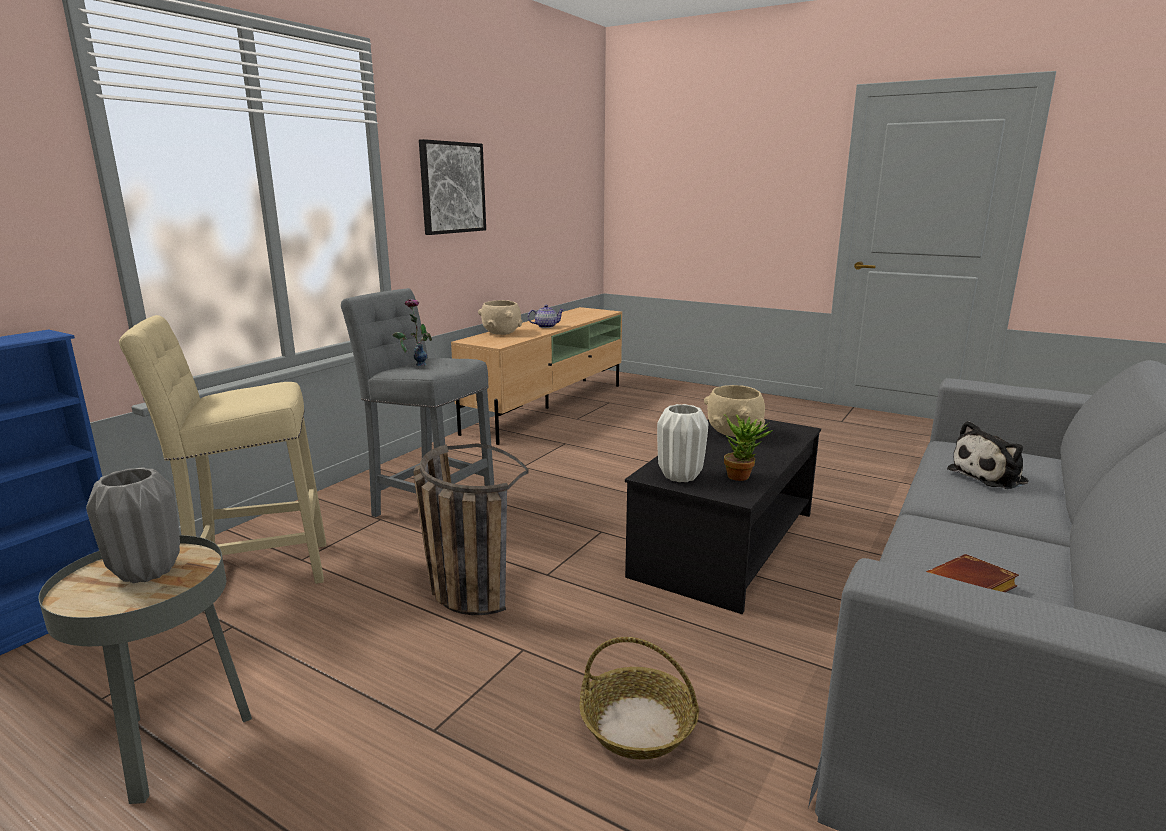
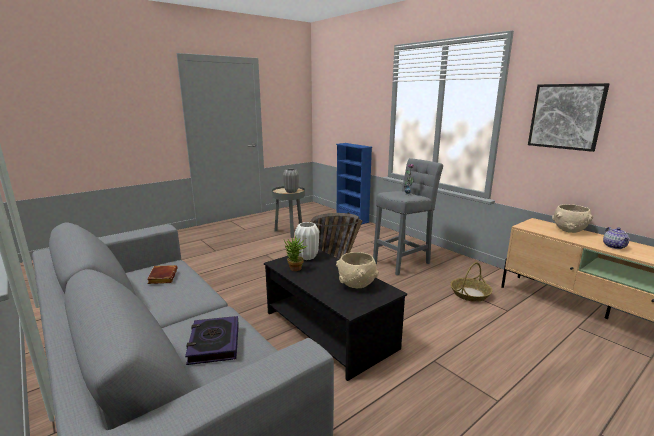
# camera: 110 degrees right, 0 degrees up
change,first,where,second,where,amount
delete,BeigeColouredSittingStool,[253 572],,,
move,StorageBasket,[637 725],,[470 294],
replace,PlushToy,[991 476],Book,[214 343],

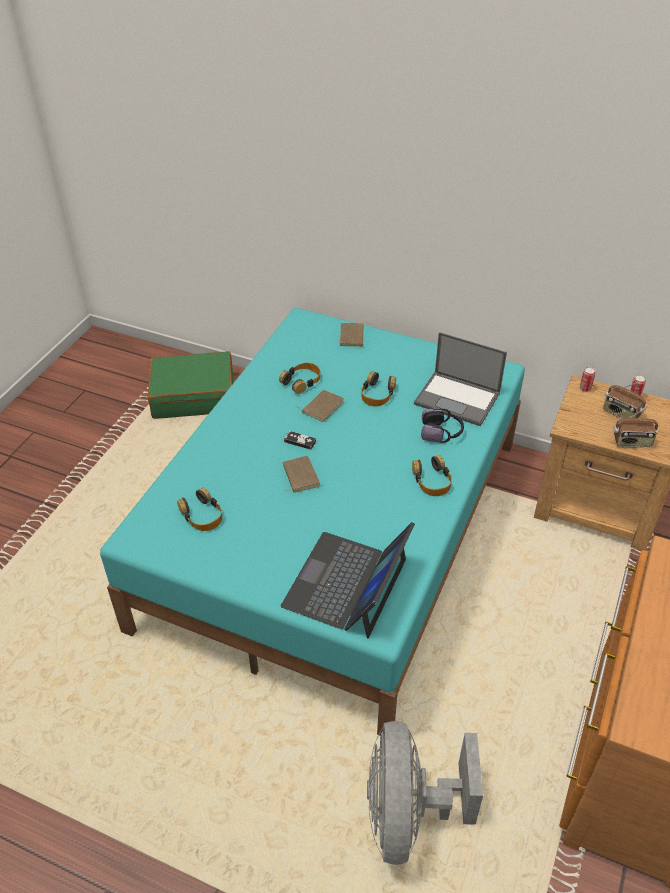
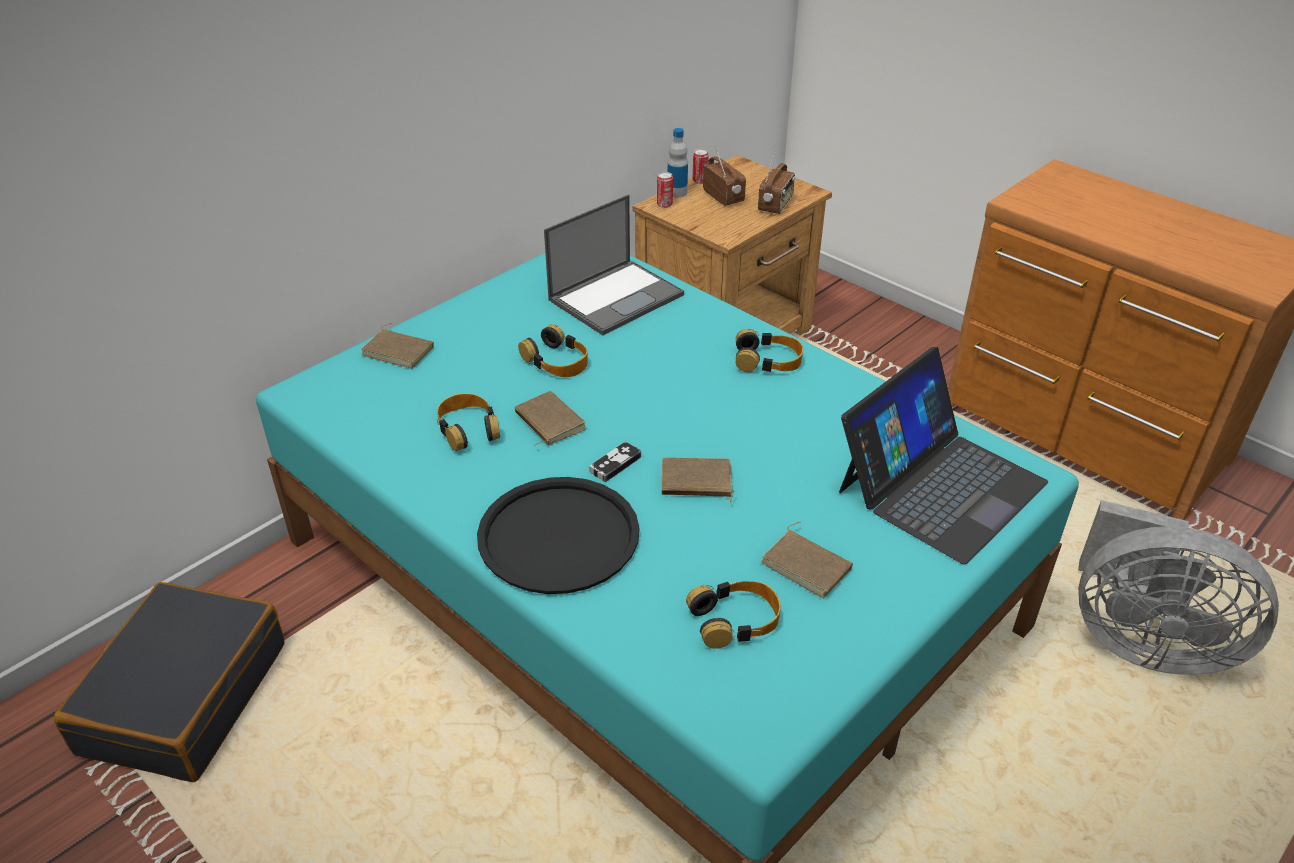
# camera: 70 degrees left, 5 degrees down
change,first,where,second,where,amount
delete,Headset,[441 433],,,
insert,,,BlackServingTray,[559 536],
insert,,,DrinkBottle,[677 193],
insert,,,BrownColouredBook,[808 565],
recolor,GreenColouredSuitcase,[193 395],BlackSuitcase,[184 697],
rotate,Laptop,[347 584],,[939 485],90 degrees counterclockwise
rotate,RadioSet,[621 414],,[724 197],90 degrees counterclockwise

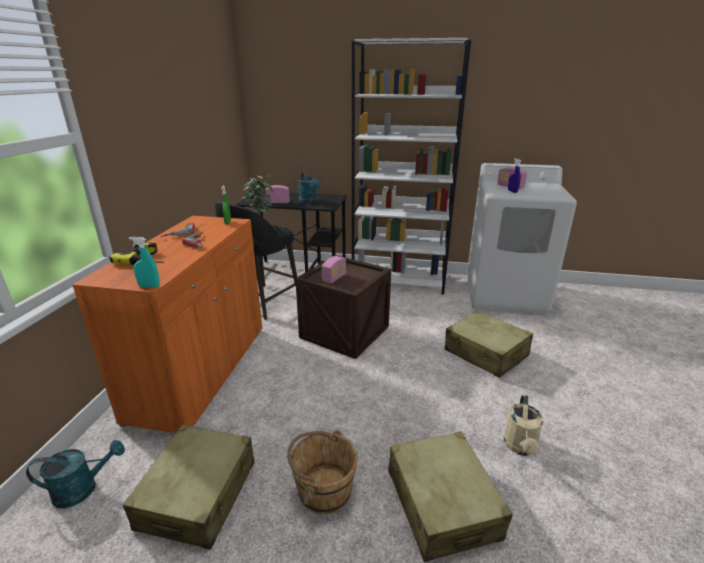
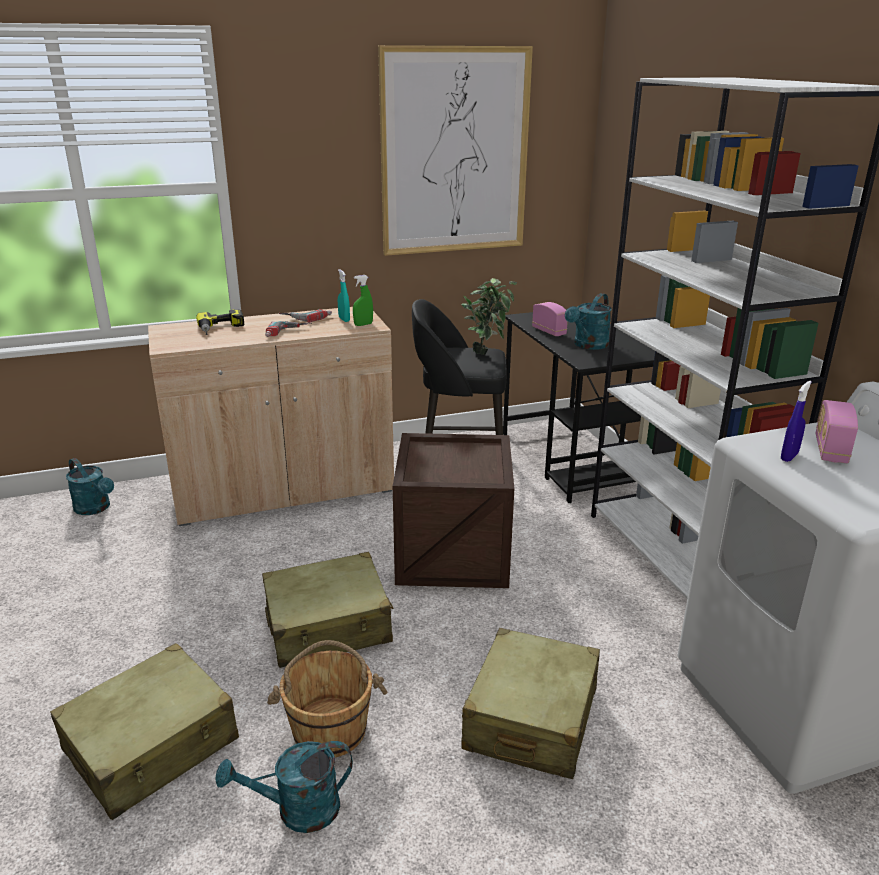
# camera: 60 degrees right, 0 degrees up
change,first,where,second,where,amount
delete,RadioSet,[334 278],,,
insert,,,WallPicture,[455 152],
move,BeigeColouredSuitcase,[199 495],,[328 626],
move,BlueGreenHandSprayer,[149 286],,[344 319],
move,BrownColouredPail,[324 489],,[330 728],
recolor,OrangeColouredCupboard,[202 371],BeigeColouredCupboard,[284 490],
recolor,BeigeColouredWateringPot,[520 447],BlueGreenWateringPot,[297 811],

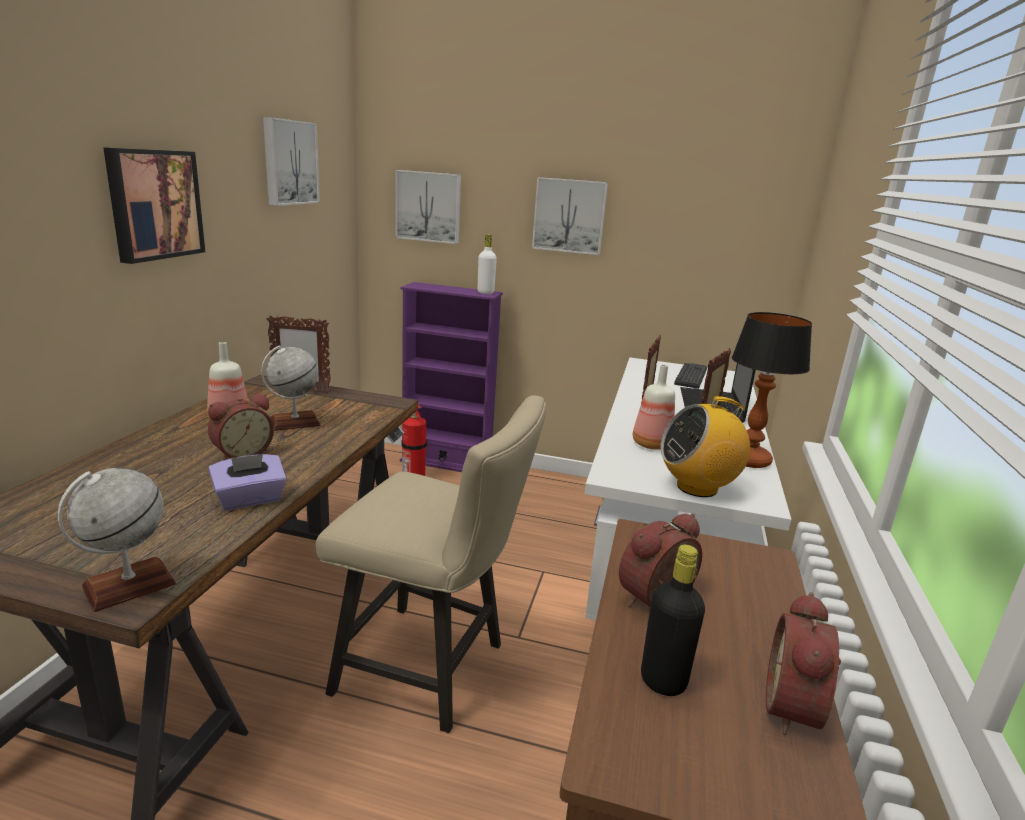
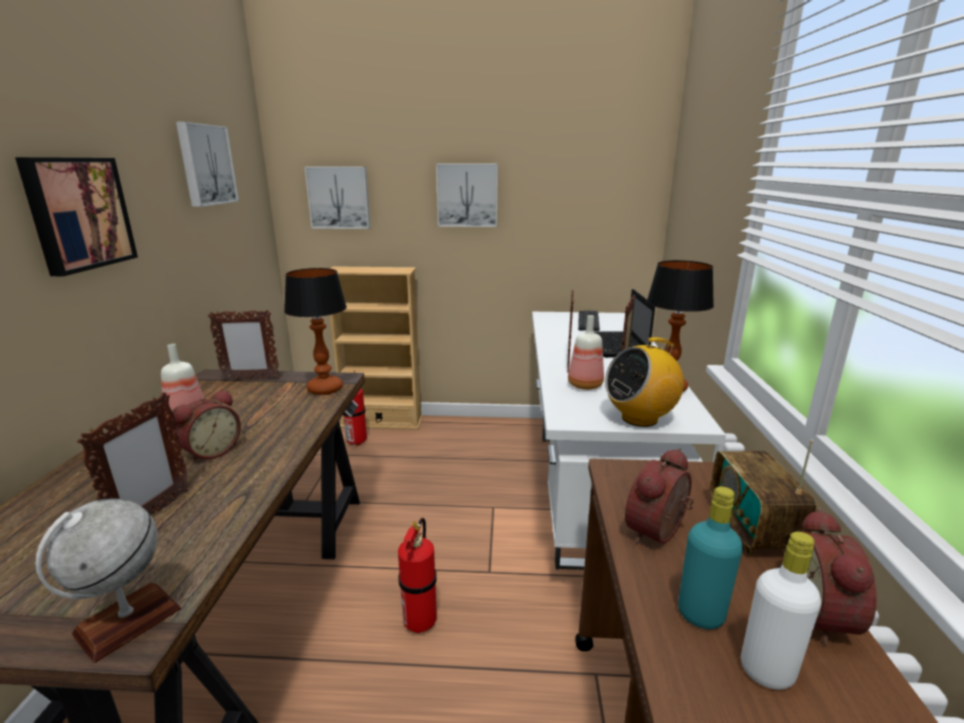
# camera: 10 degrees left, 0 degrees up
change,first,where,second,where,amount
delete,PurpleColouredTissueBox,[250 499],,,
delete,DeskGlobe,[295 422],,,
insert,,,PictureFrame,[153 514],
insert,,,LampForATable,[324 389],
insert,,,RadioSet,[752 529],
move,WhiteDrinkBottle,[485 292],,[767 671],
replace,BeigeColouredPlainChair,[432 670],FireFightingCylinder,[421 620],
recolor,PurpleColouredBookshelf,[446 462],BeigeColouredBookshelf,[382 422],
recolor,BlackDrinkBottle,[663 681],BlueGreenDrinkBottle,[700 614],

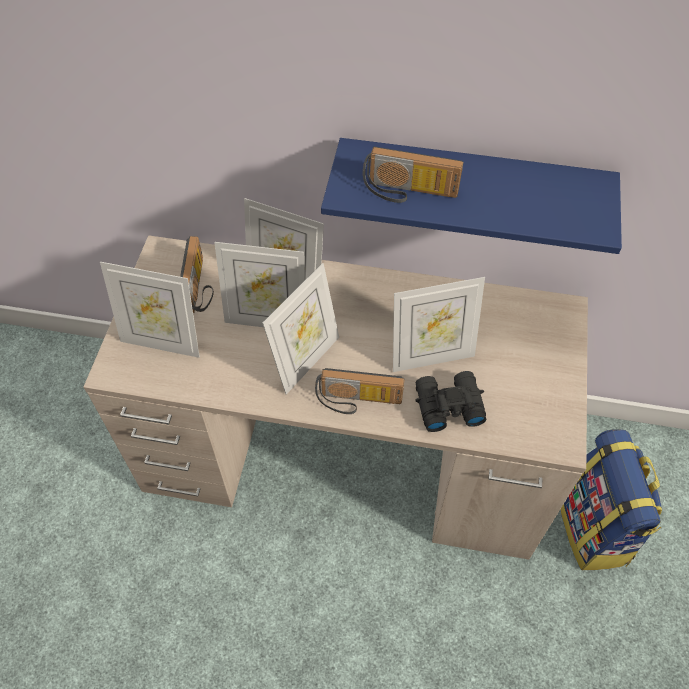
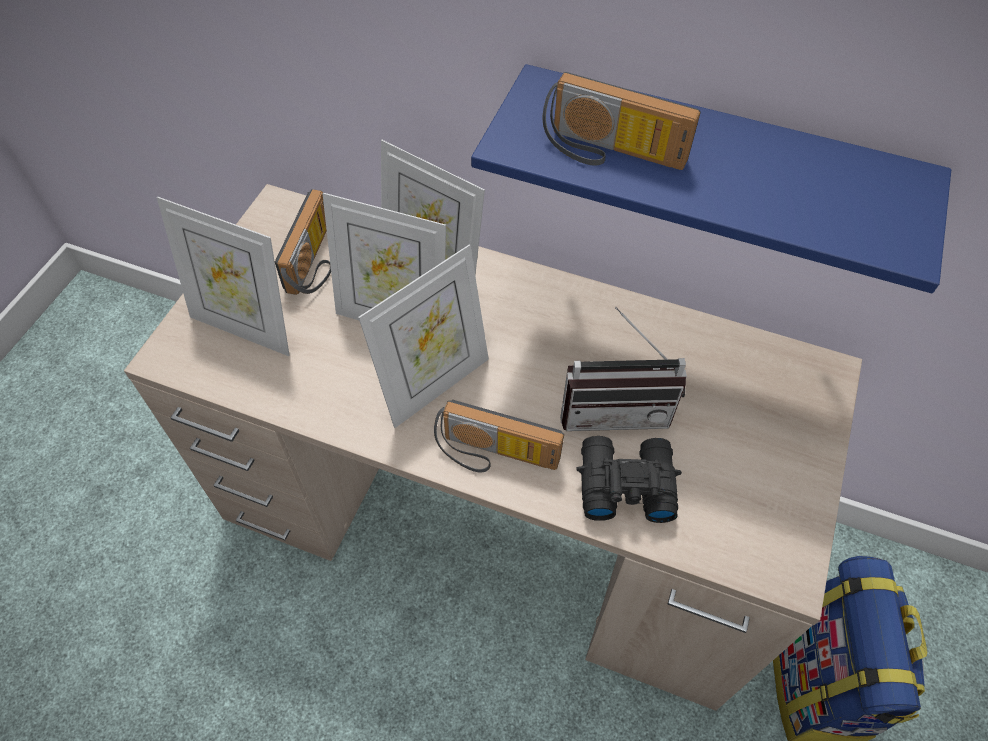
# camera: 10 degrees right, 0 degrees up
change,first,where,second,where,amount
replace,PictureFrame,[431 356],RadioSet,[614 408],

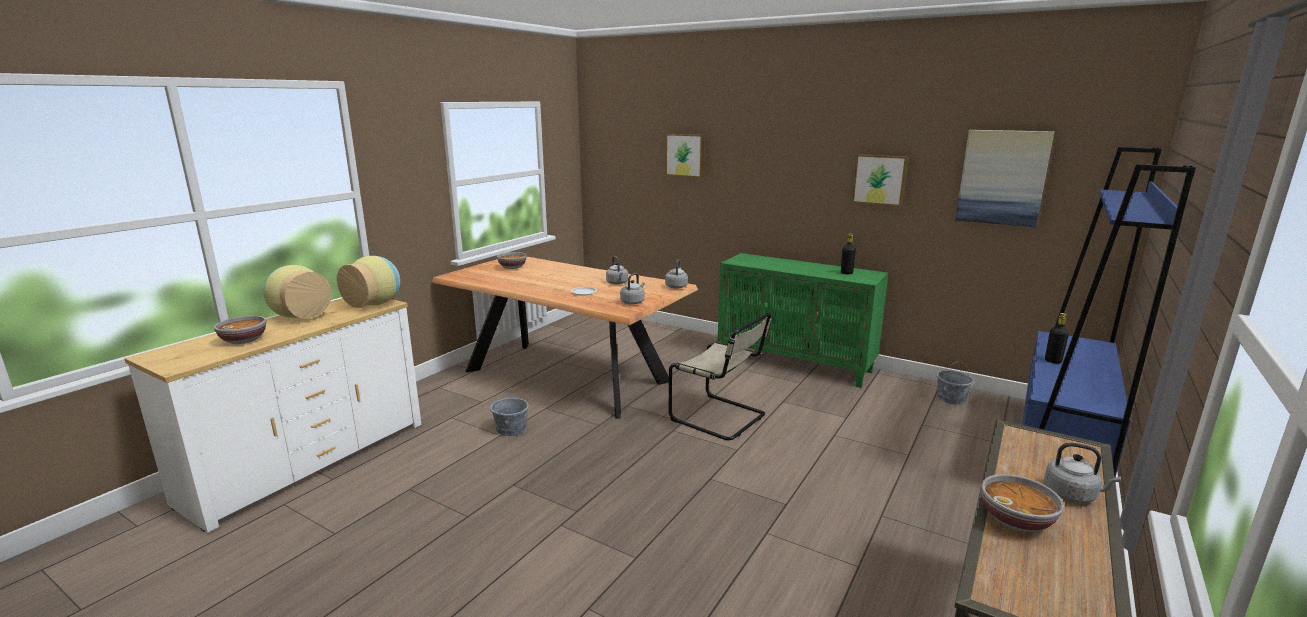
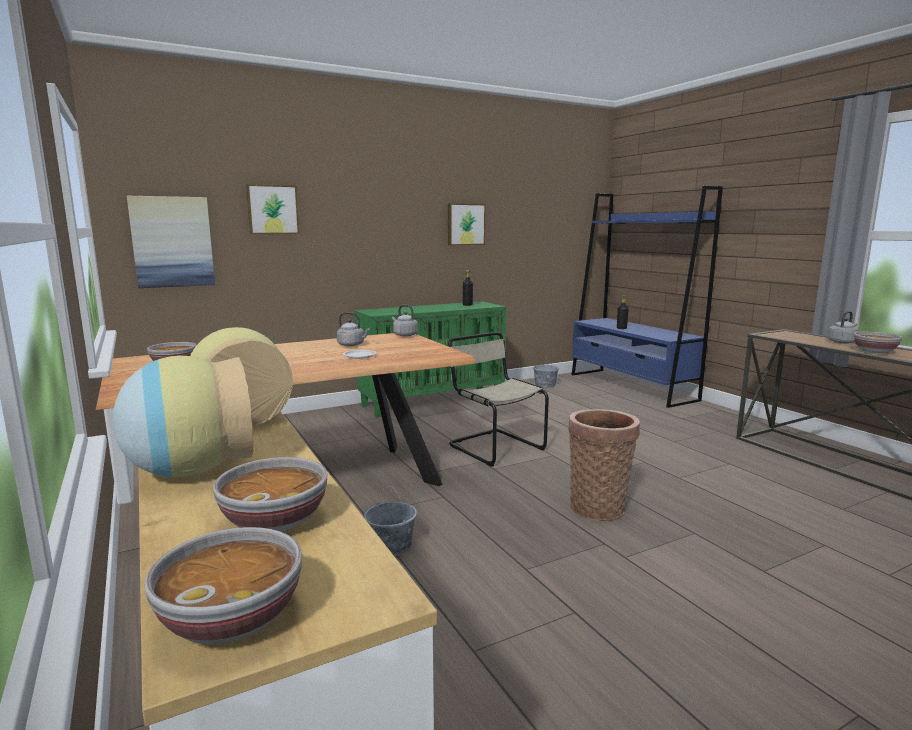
# camera: 60 degrees left, 5 degrees down
change,first,where,second,where,amount
delete,GreyTeaKettle,[633 302],,,
insert,,,ServingBowl,[232 617],
insert,,,StorageBasket,[598 507],
move,WallPicture,[1002 177],,[172 242],
rotate,BeigeColouredPlainChair,[721 418],,[493 447],105 degrees counterclockwise

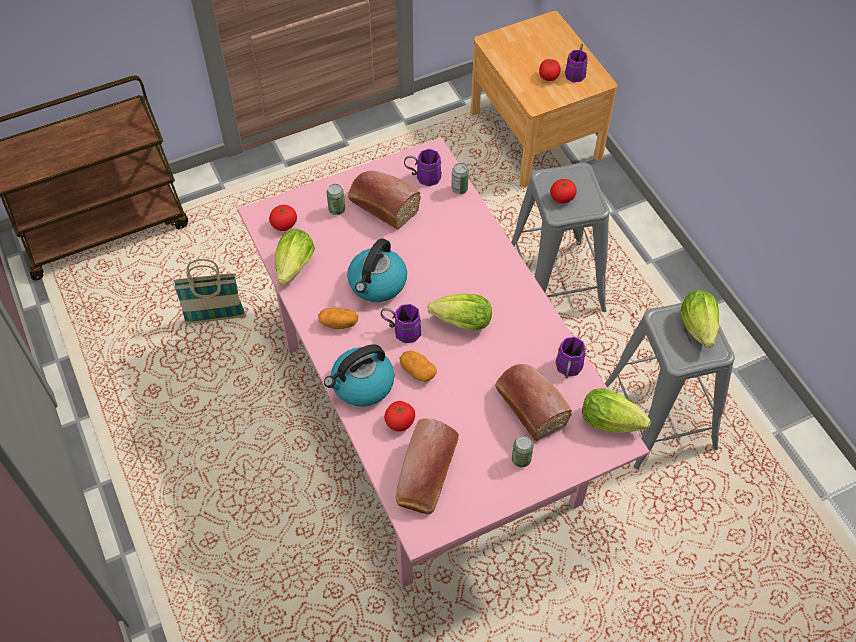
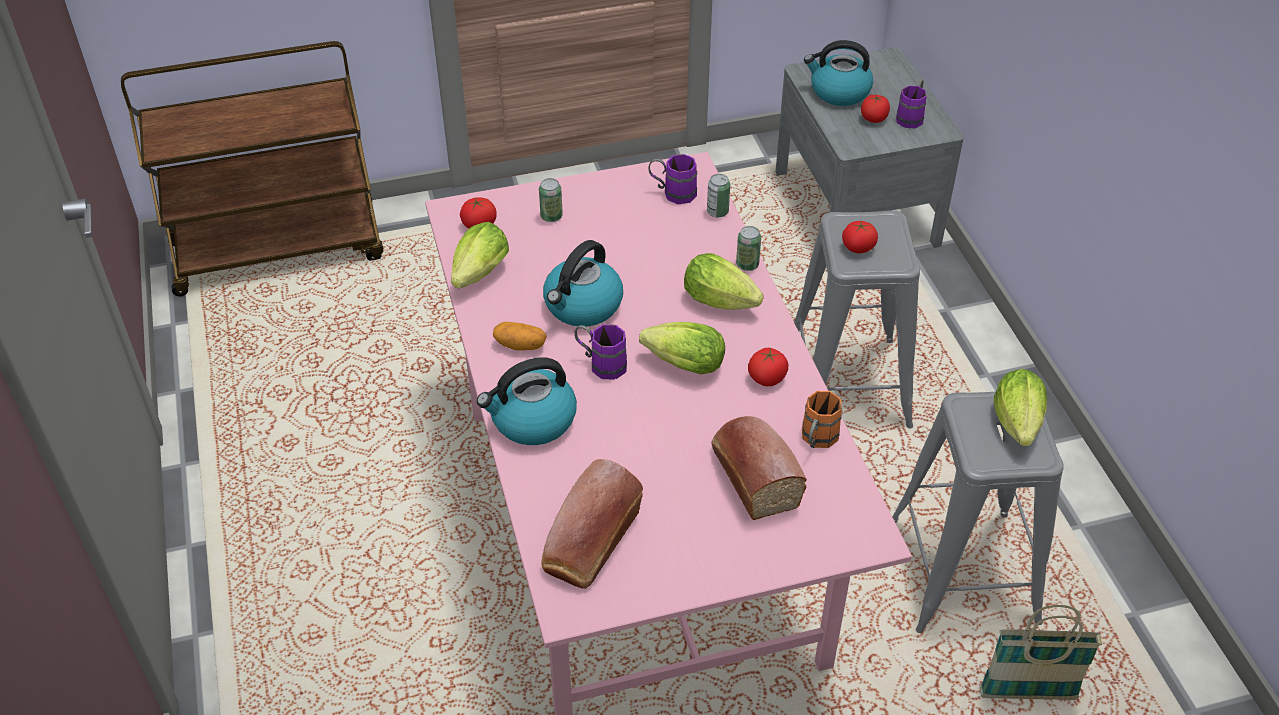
# camera: 10 degrees right, 10 degrees down
change,first,where,second,where,amount
delete,BakeryBread,[381 205],,,
delete,Spud,[417 371],,,
insert,,,TeaKettle,[839 92],
move,StorageBasket,[215 318],,[1027 695],
move,Tomato,[400 422],,[766 378],
move,Can,[521 459],,[747 265],
move,Lettuce,[614 423],,[724 303],
recolor,BrownColouredBedsideTable,[535 135],GreyBedsideTable,[856 207],
recolor,PurpleColouredMug,[568 370],OrangeColouredMug,[816 440],

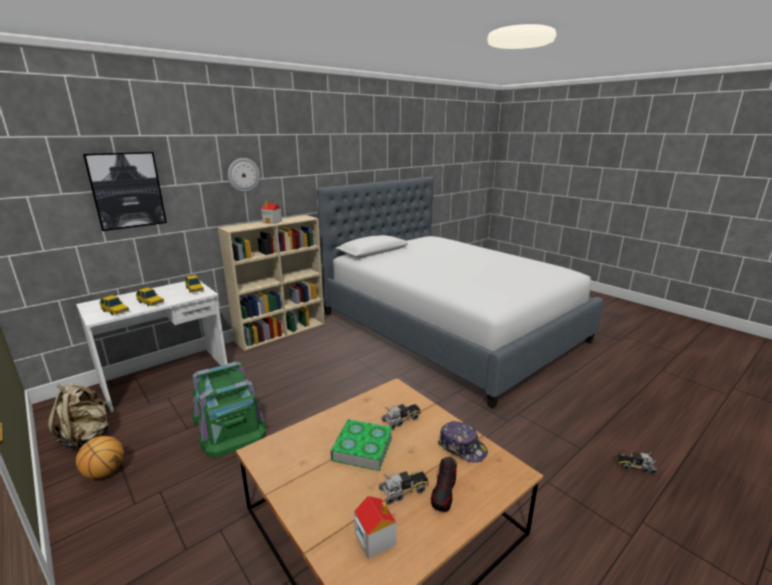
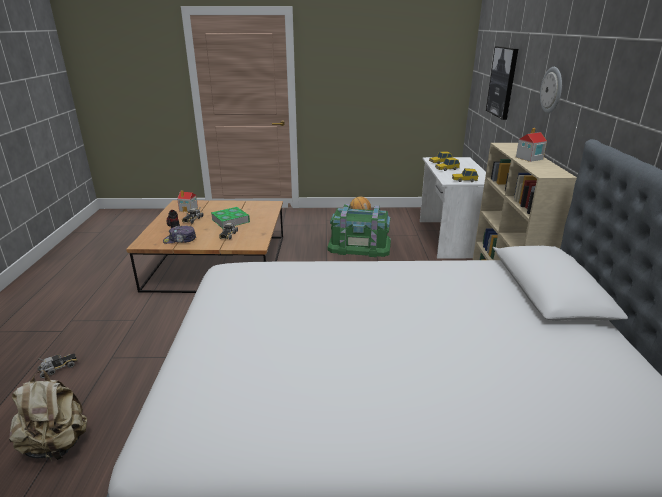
# camera: 130 degrees right, 5 degrees up
change,first,where,second,where,amount
move,BeigeColouredBackpack,[87 437],,[57 444],

